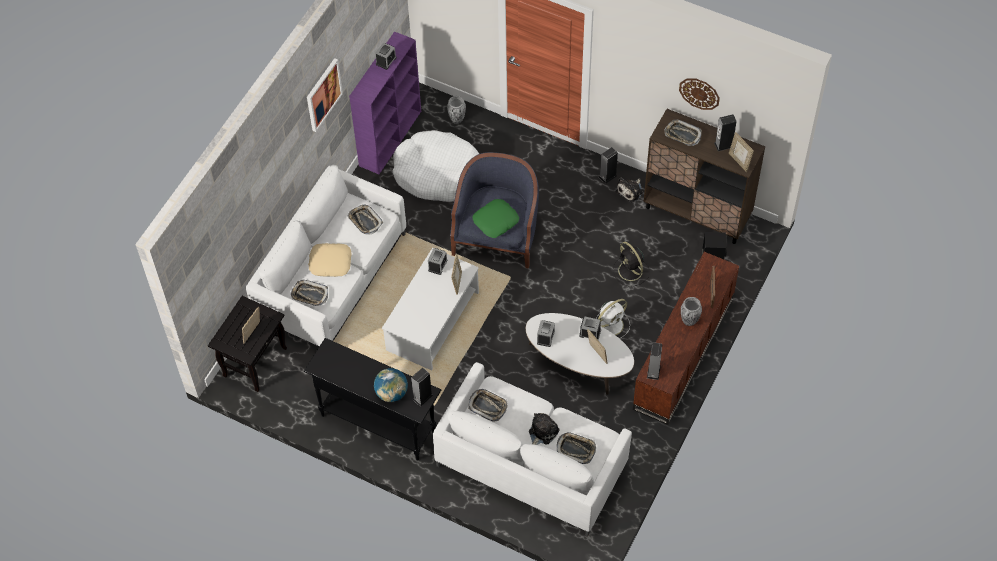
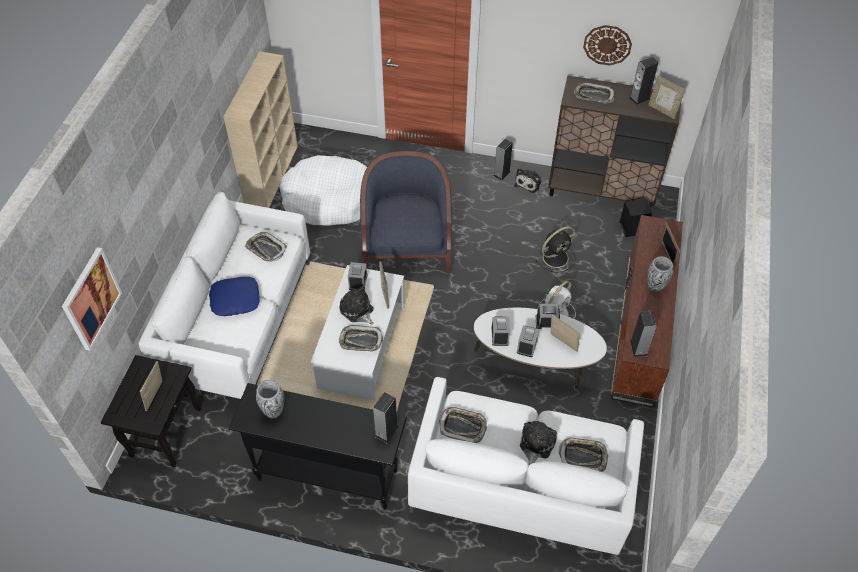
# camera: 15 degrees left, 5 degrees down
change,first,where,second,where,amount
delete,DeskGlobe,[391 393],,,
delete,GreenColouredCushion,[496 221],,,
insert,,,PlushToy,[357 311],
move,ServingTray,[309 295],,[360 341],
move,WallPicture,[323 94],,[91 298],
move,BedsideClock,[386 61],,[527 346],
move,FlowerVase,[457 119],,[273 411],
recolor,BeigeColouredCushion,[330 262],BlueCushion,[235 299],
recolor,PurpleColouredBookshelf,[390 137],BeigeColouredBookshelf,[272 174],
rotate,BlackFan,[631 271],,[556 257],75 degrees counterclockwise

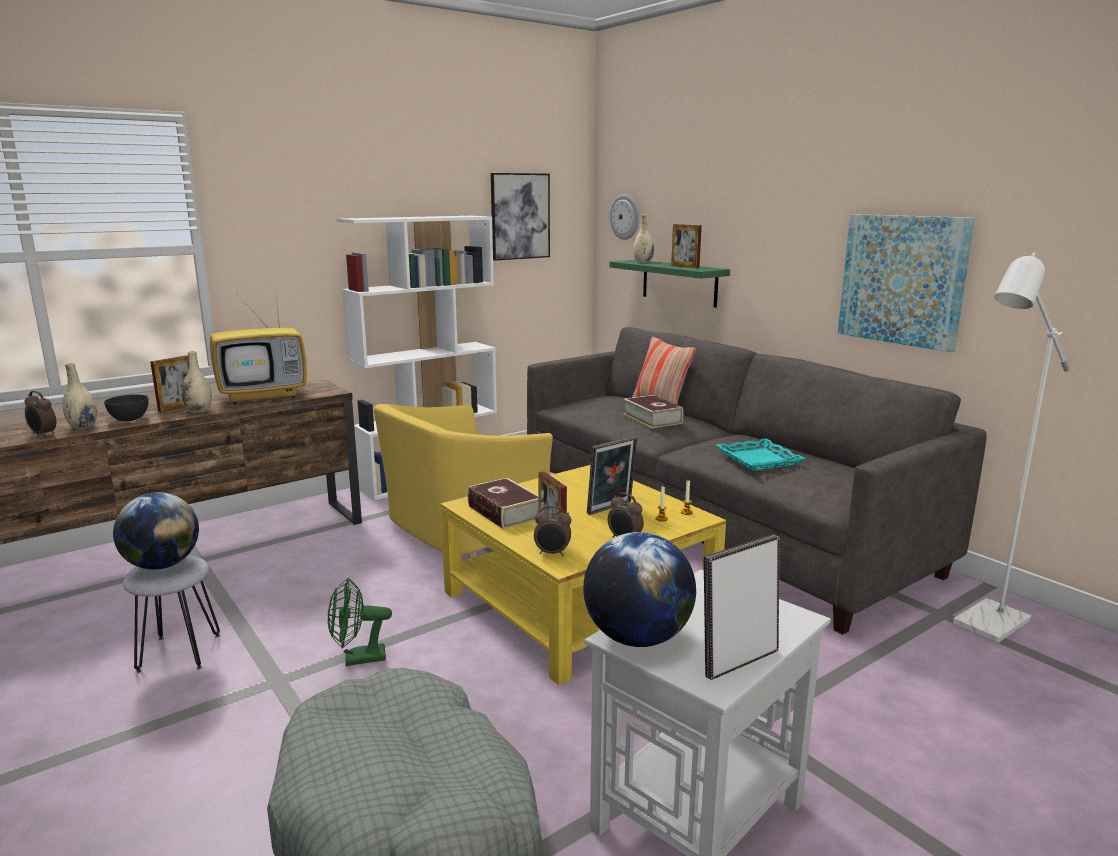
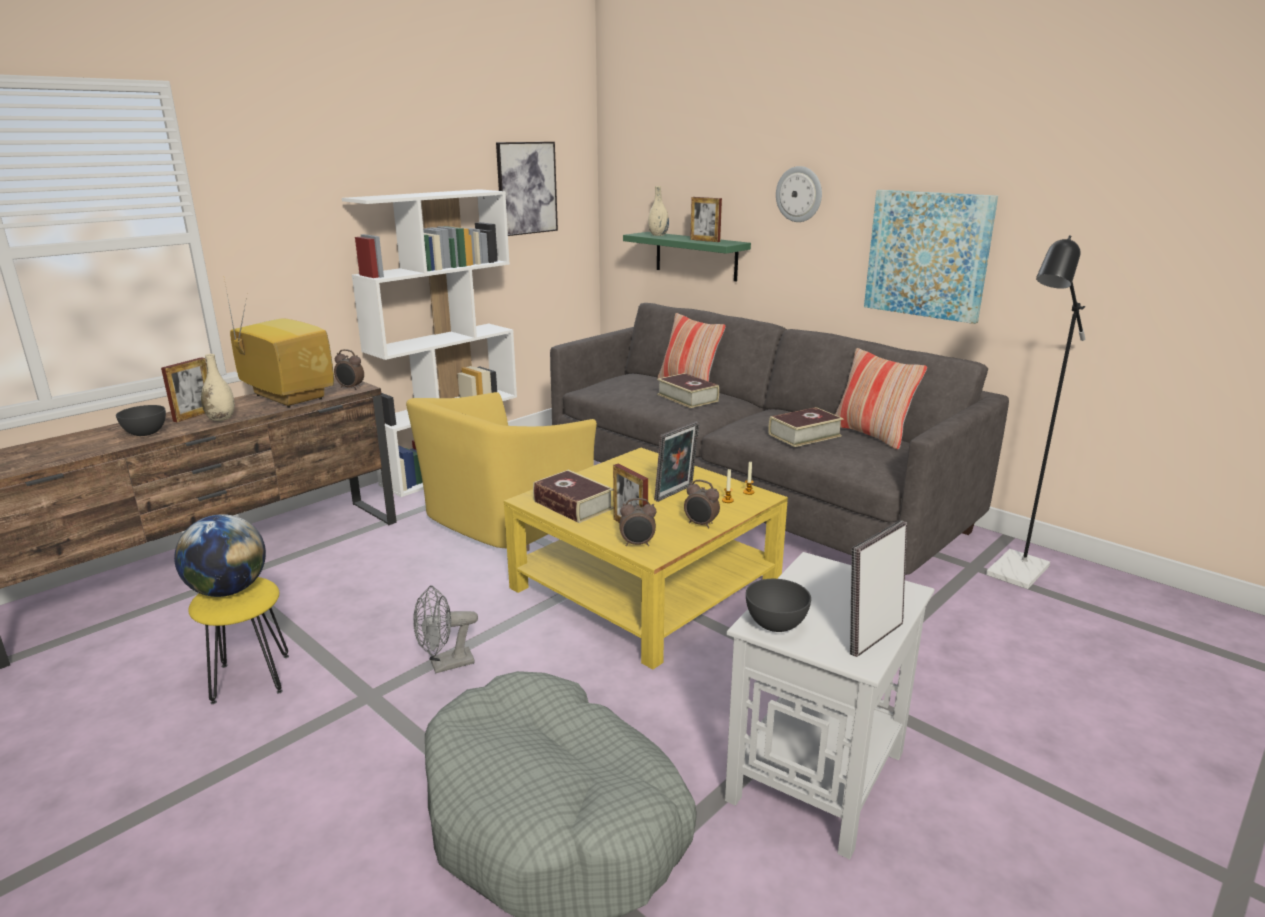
# camera: 10 degrees left, 5 degrees up
change,first,where,second,where,amount
delete,BeigeColouredFlowerVase,[83 426],,,
insert,,,Cushion,[871 434],
move,BedsideClock,[43 434],,[350 388],
move,ClockOnTheWall,[625 217],,[799 194],
replace,DeskGlobe,[637 638],GreyServingBowl,[775 624],
replace,BlueGreenServingTray,[759 460],Book,[804 435],
recolor,GreySittingStool,[179 652],YellowColouredSittingStool,[251 678],
recolor,GreenColouredFan,[358 659],GreyFan,[445 665],
recolor,WhiteFloorLamp,[984 626],BlackFloorLamp,[1013 575],
rotate,Television,[264 396],,[286 397],105 degrees counterclockwise

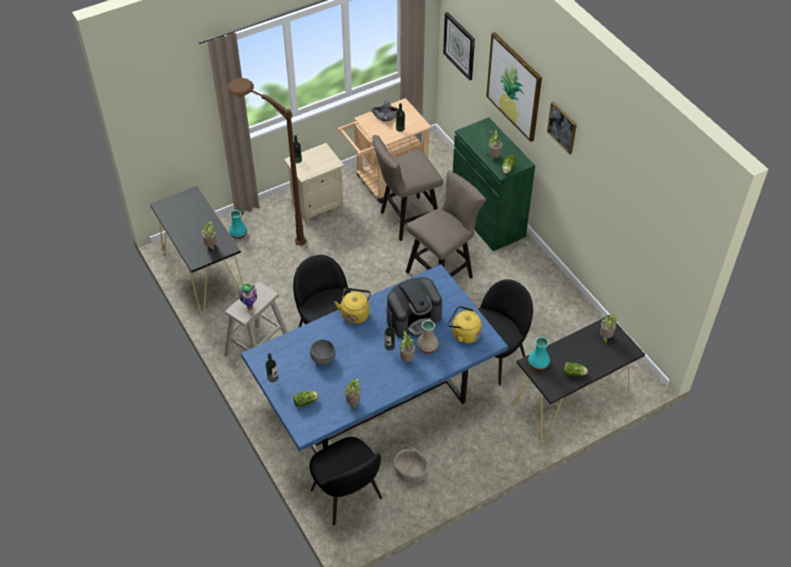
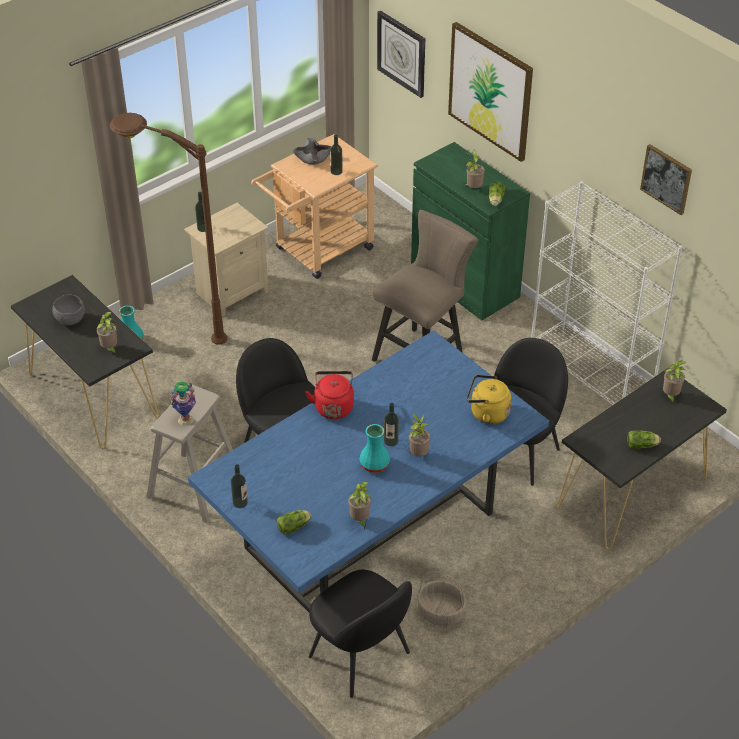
# camera: 10 degrees left, 5 degrees down
change,first,where,second,where,amount
delete,BeigeColouredSittingStool,[406 220],,,
delete,CoffeeMachine,[414 318],,,
delete,BeigeColouredFlowerVase,[427 346],,,
insert,,,WhiteBookshelf,[591 371],
move,GreyServingBowl,[323 359],,[70 320],
move,BlueGreenFlowerVase,[538 363],,[375 465],
move,WallPicture,[562 127],,[666 179],
recolor,YellowColouredTeaKettle,[355 313],RedTeaKettle,[333 406],

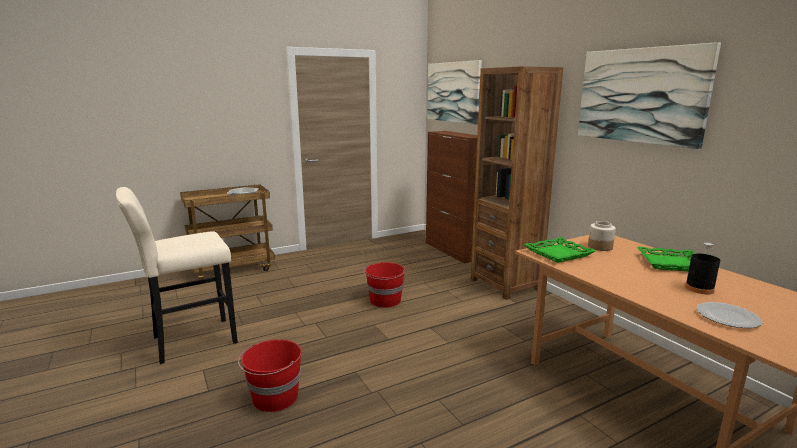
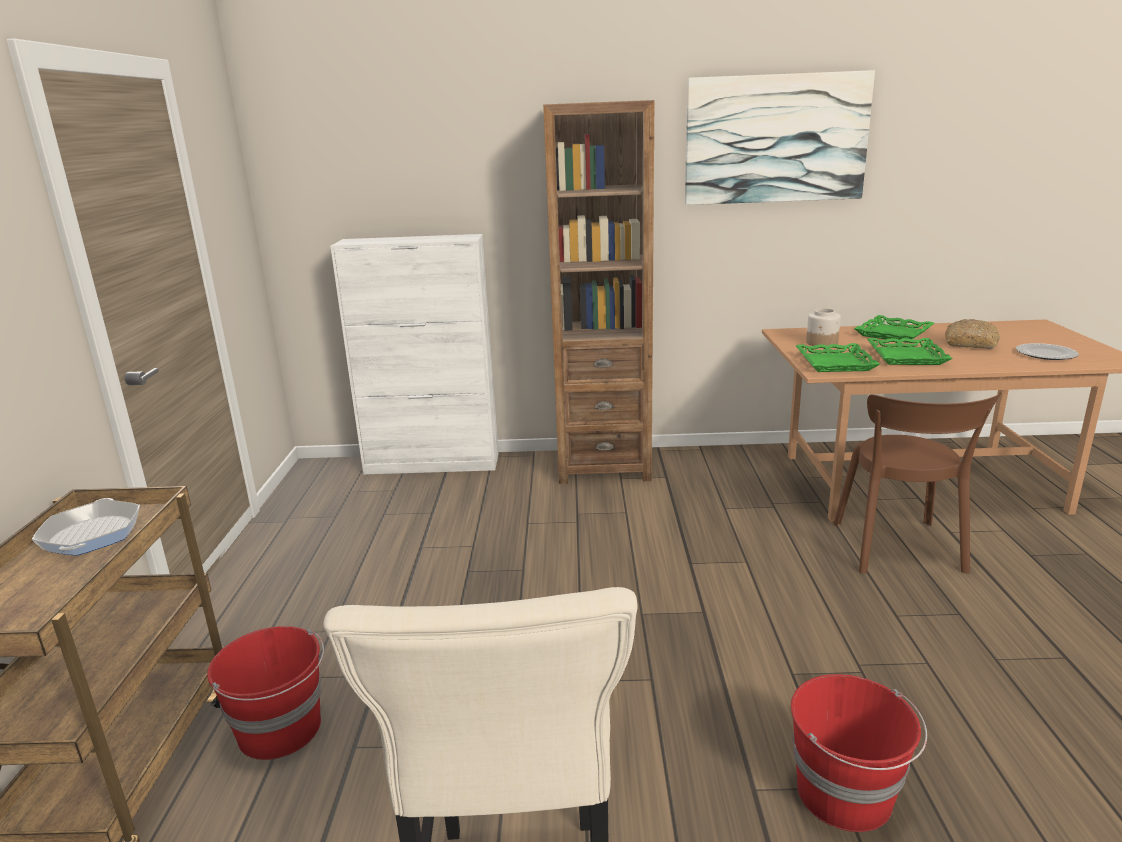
# camera: 60 degrees left, 5 degrees up
change,first,where,second,where,amount
delete,WallPicture,[453 92],,,
insert,,,BrownColouredPlainChair,[899 550],
insert,,,GreenColouredServingTray,[905 357],
move,RedPail,[385 301],,[281 730],
replace,BlackDrinkBottle,[699 289],BakeryBread,[971 343],
recolor,BrownColouredCupboard,[452 251],WhiteCupboard,[433 463],

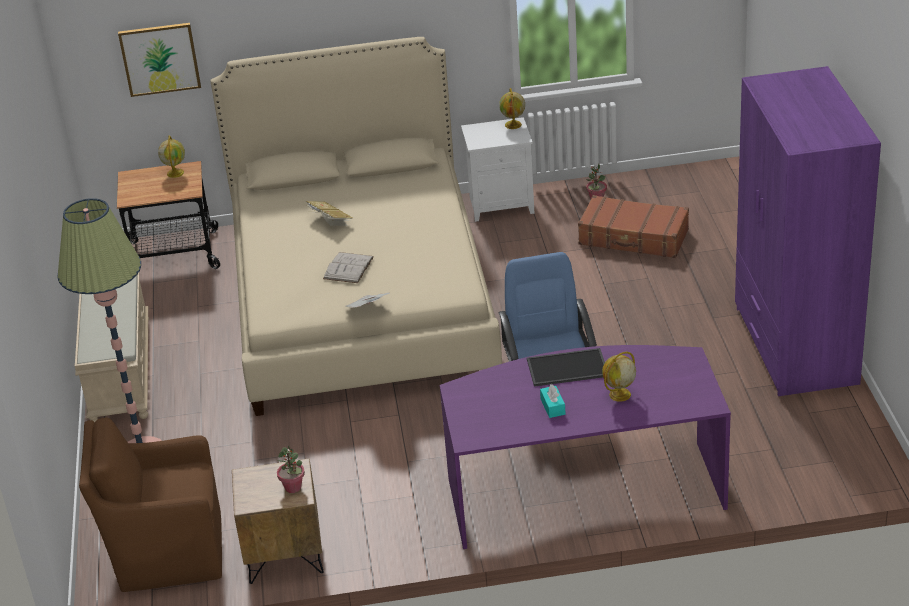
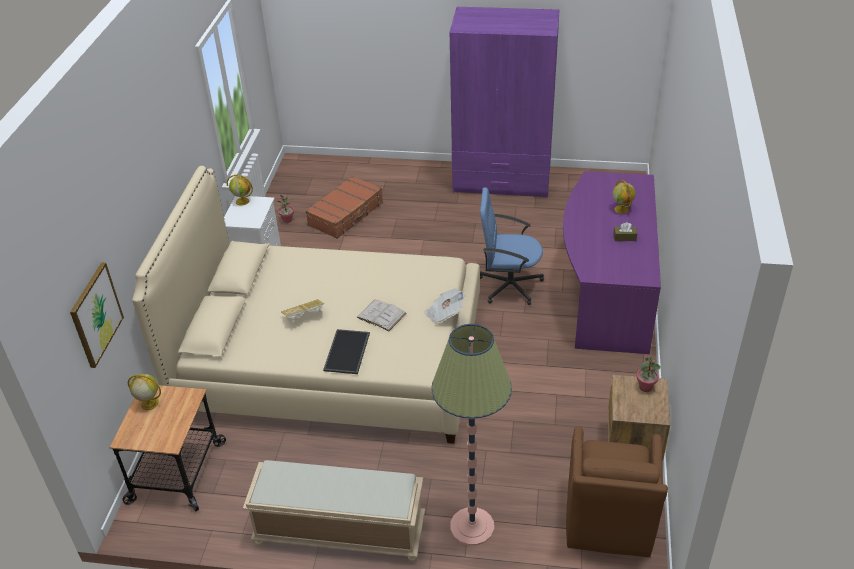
# camera: 75 degrees left, 5 degrees up
change,first,where,second,where,amount
move,ServingTray,[566 369],,[347 352],
recolor,BlueGreenTissueBox,[552 407],BrownColouredTissueBox,[624 237],

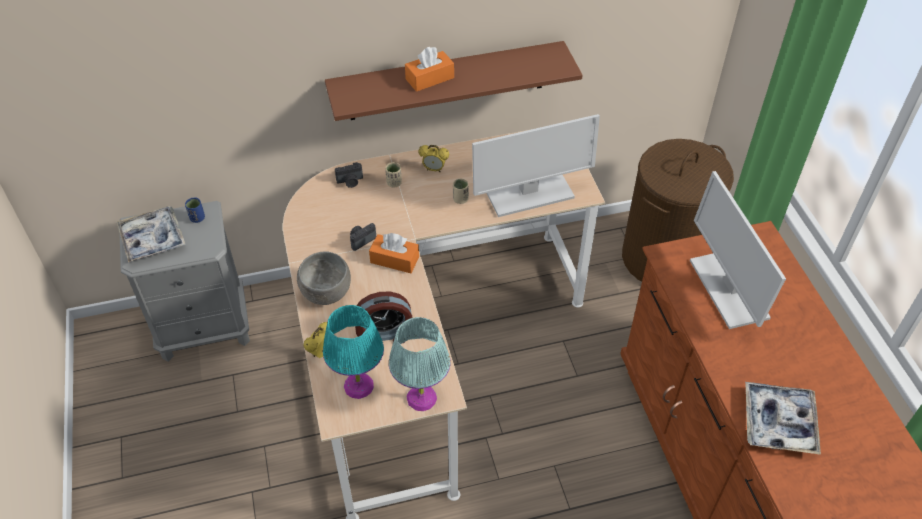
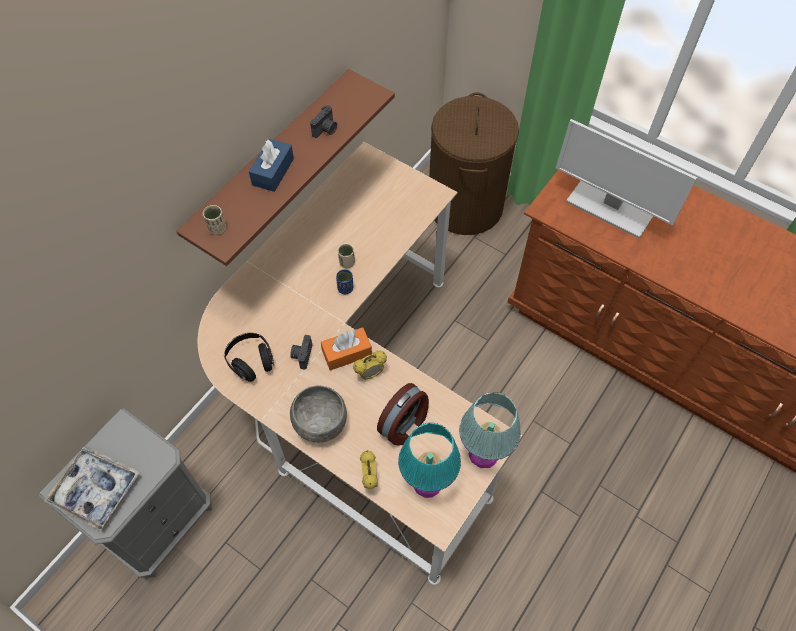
# camera: 40 degrees left, 10 degrees up
change,first,where,second,where,amount
delete,ComputerDisplay,[529 194],,,
delete,ServingTray,[779 422],,,
insert,,,BlackHeadset,[251 362],
move,BlueDrinkingCup,[197 218],,[345 288],
move,PhotoCamera,[350 182],,[326 129],
move,BeigeColouredDrinkingCup,[394 183],,[217 228],
move,BedsideClock,[434 169],,[370 374],
recolor,OrangeColouredTissueBox,[429 78],BlueTissueBox,[273 172],

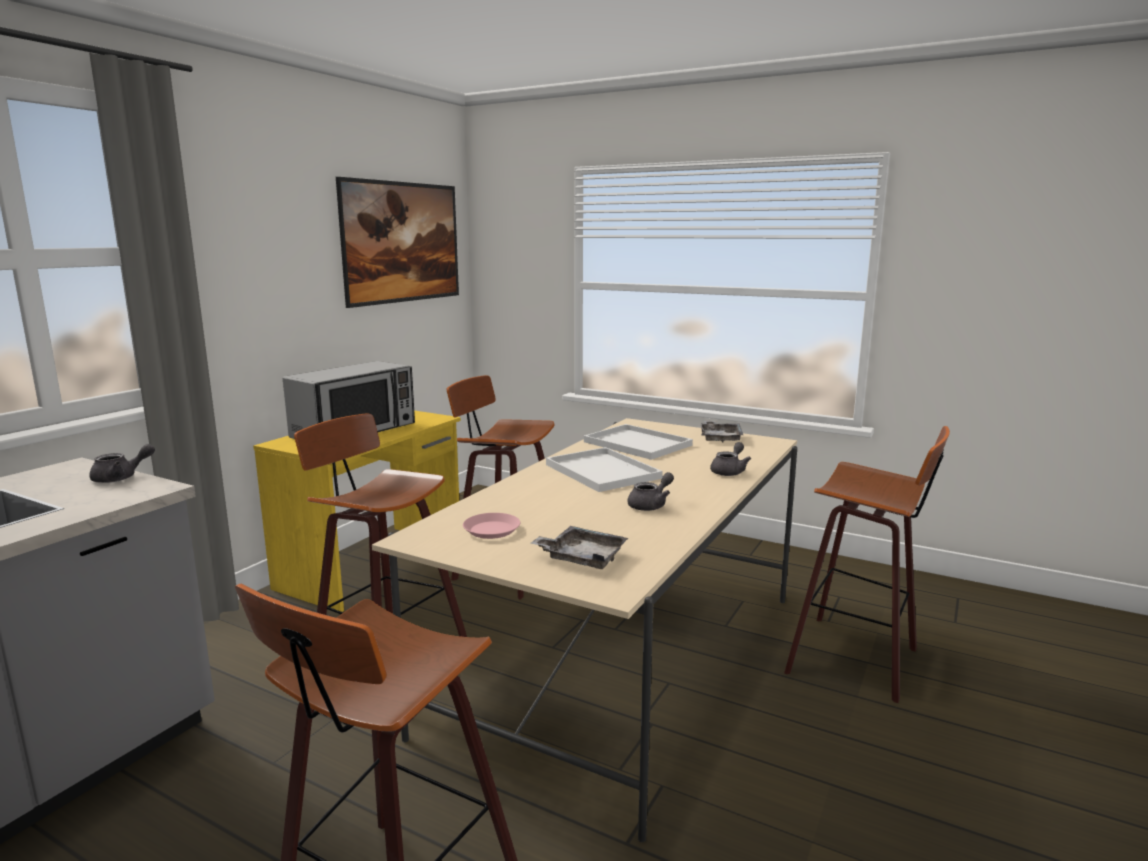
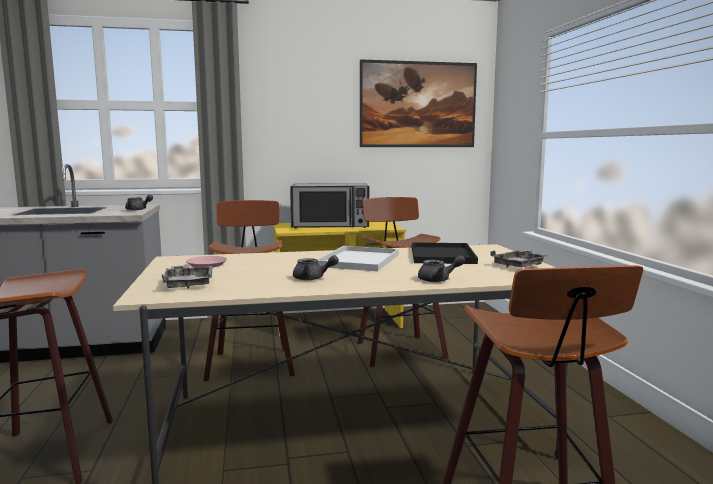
# camera: 50 degrees right, 5 degrees down
change,first,where,second,where,amount
recolor,WhiteServingTray,[635 443],BlackServingTray,[441 255],

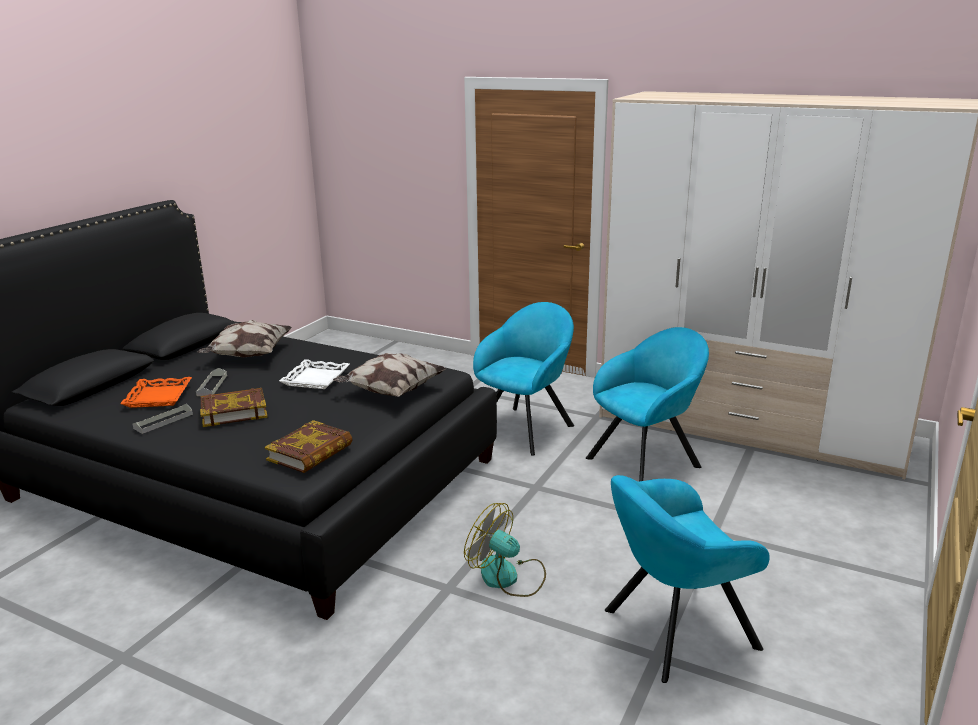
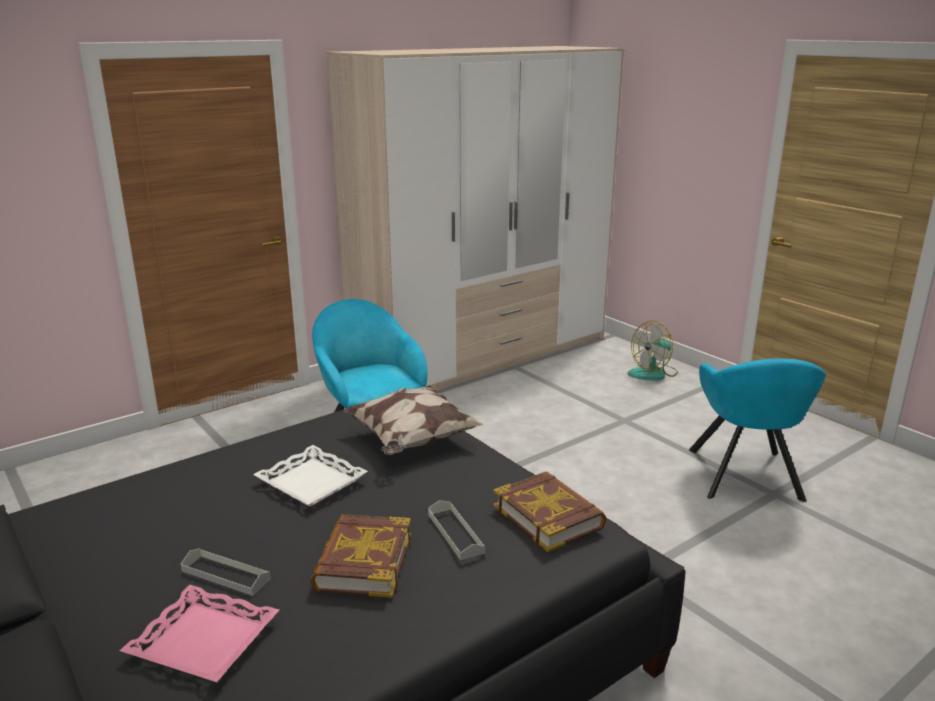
# camera: 65 degrees left, 0 degrees up
change,first,where,second,where,amount
delete,Cushion,[248 355],,,
delete,BlueGreenEasyChair,[647 461],,,
move,GreyServingTray,[163 421],,[455 533],
move,Fan,[508 577],,[653 373],
recolor,OrangeColouredServingTray,[159 397],PinkServingTray,[205 640],

